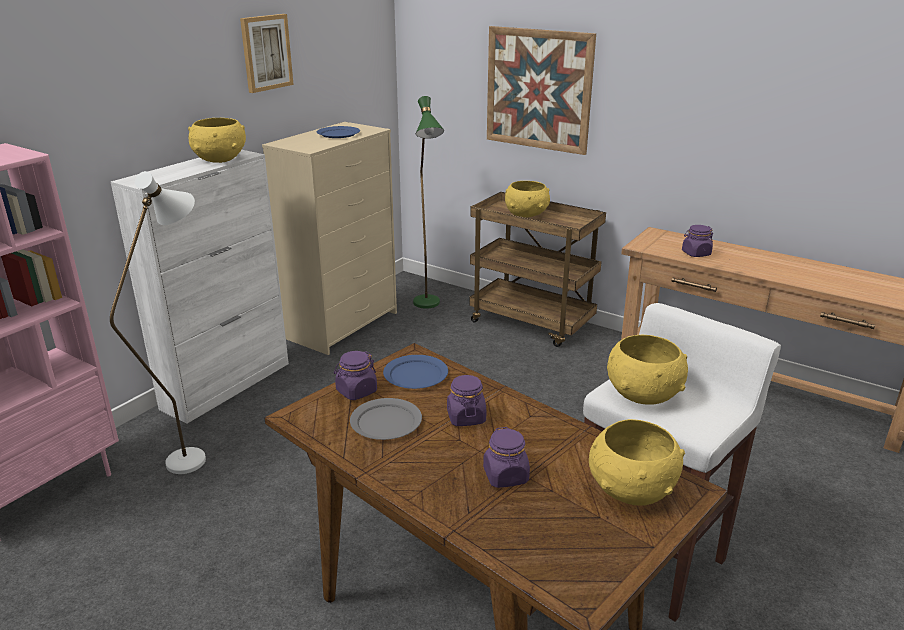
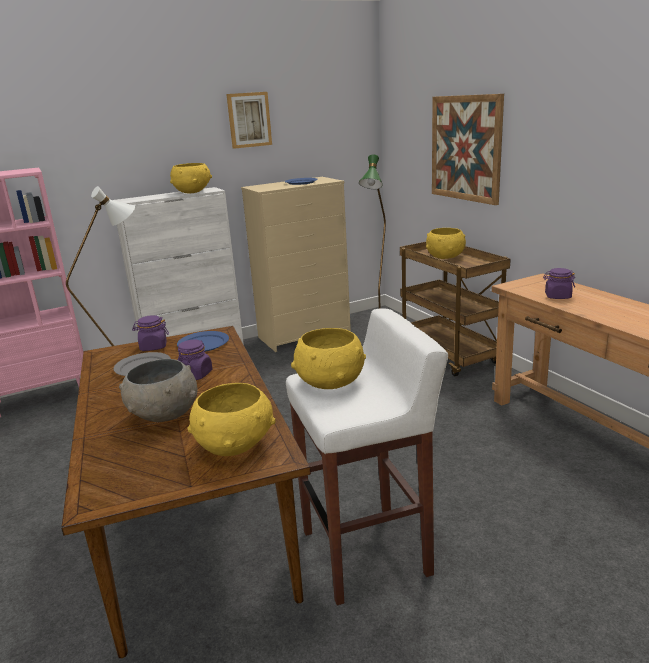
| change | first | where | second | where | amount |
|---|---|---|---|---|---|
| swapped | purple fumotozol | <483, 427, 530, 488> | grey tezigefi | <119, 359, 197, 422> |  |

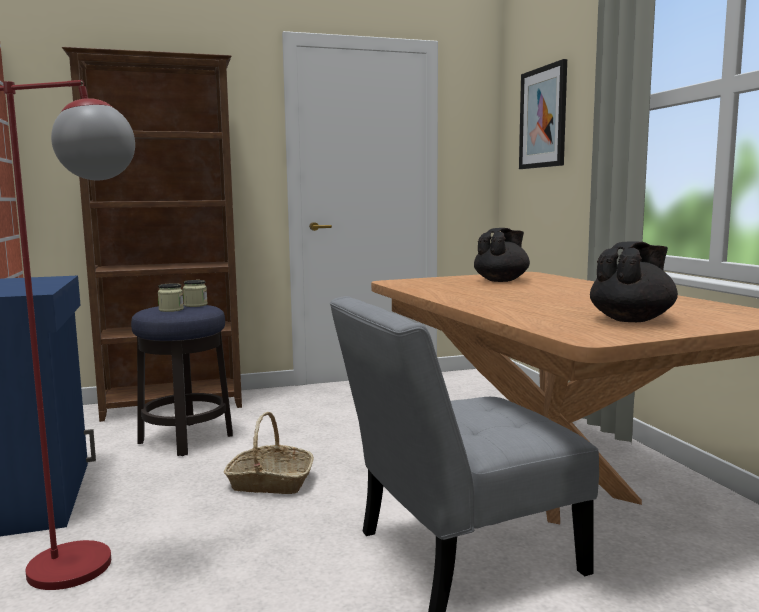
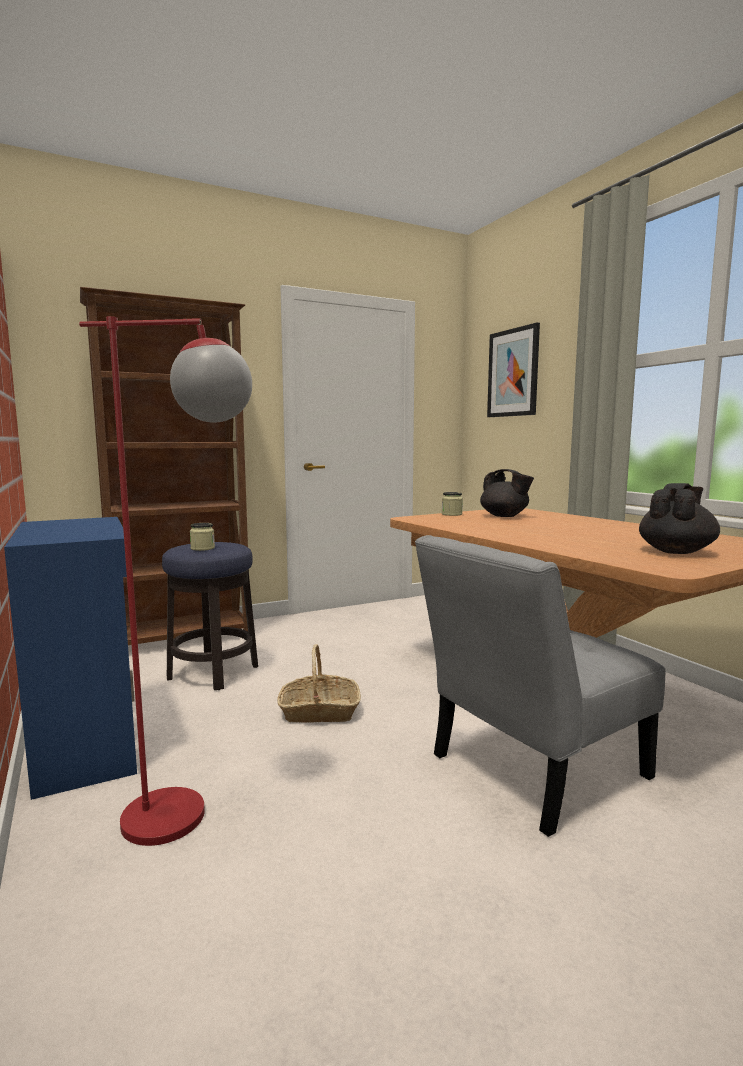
| change | first | where | second | where | amount |
|---|---|---|---|---|---|
| rotated | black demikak | <474, 228, 530, 282> |  | <480, 469, 534, 517> | 105 degrees clockwise |
| shifted | fumotozol | <183, 280, 208, 307> |  | <442, 492, 463, 516> |  |

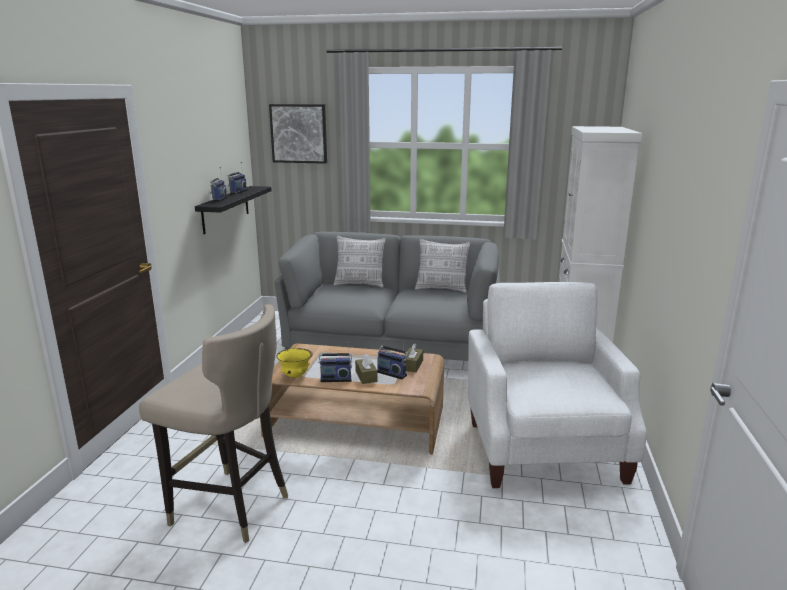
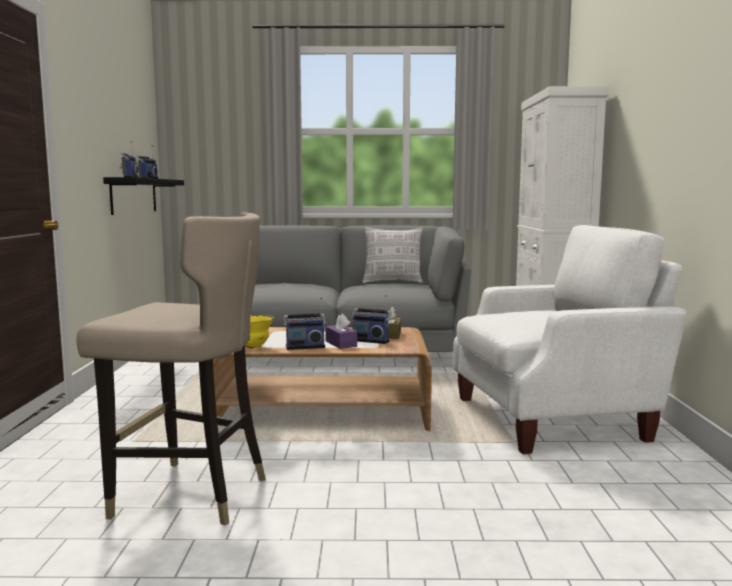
| change | first | where | second | where | amount |
|---|---|---|---|---|---|
| gone | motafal | <269, 104, 327, 164> |  |  |  |
| gone | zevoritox | <334, 236, 386, 288> |  |  |  |
| rotated | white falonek | <468, 282, 647, 488> |  | <453, 225, 687, 454> | 90 degrees clockwise |
| repainted | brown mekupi | <355, 353, 378, 384> | purple mekupi | <325, 314, 357, 349> |  |

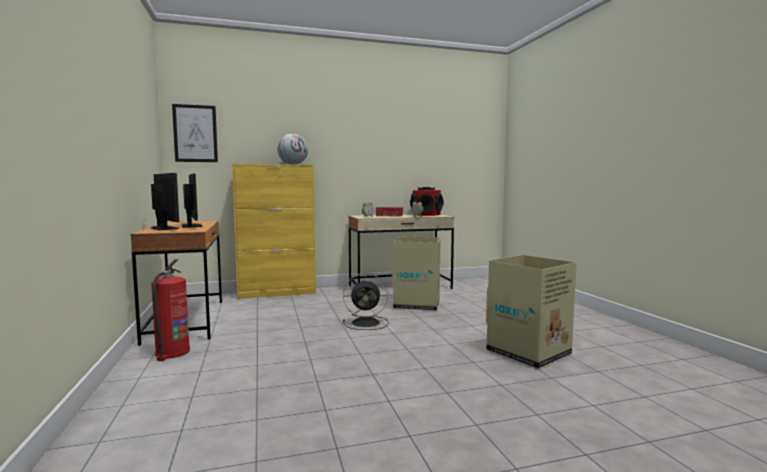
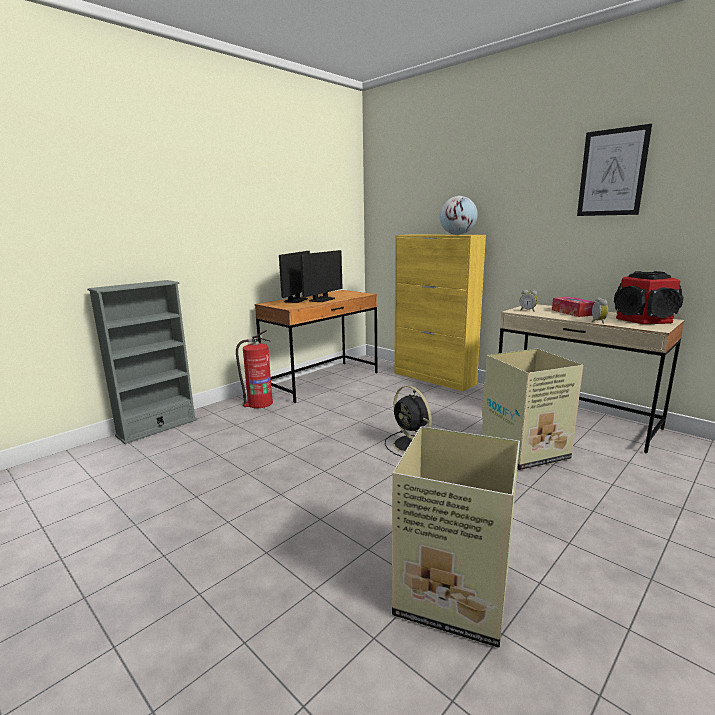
| change | first | where | second | where | amount |
|---|---|---|---|---|---|
| shifted | motafal | <172, 104, 218, 162> |  | <577, 124, 652, 216> |  |
| new |  |  | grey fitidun | <87, 280, 197, 444> |  |

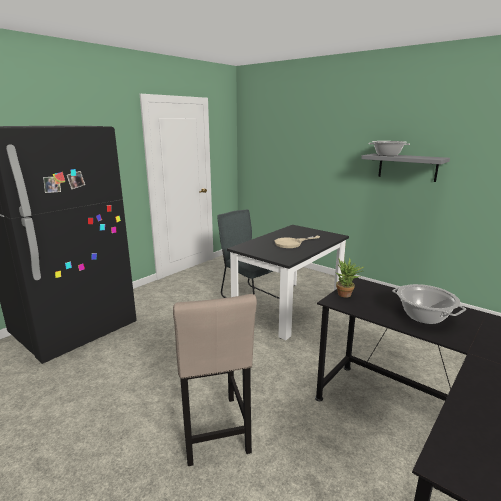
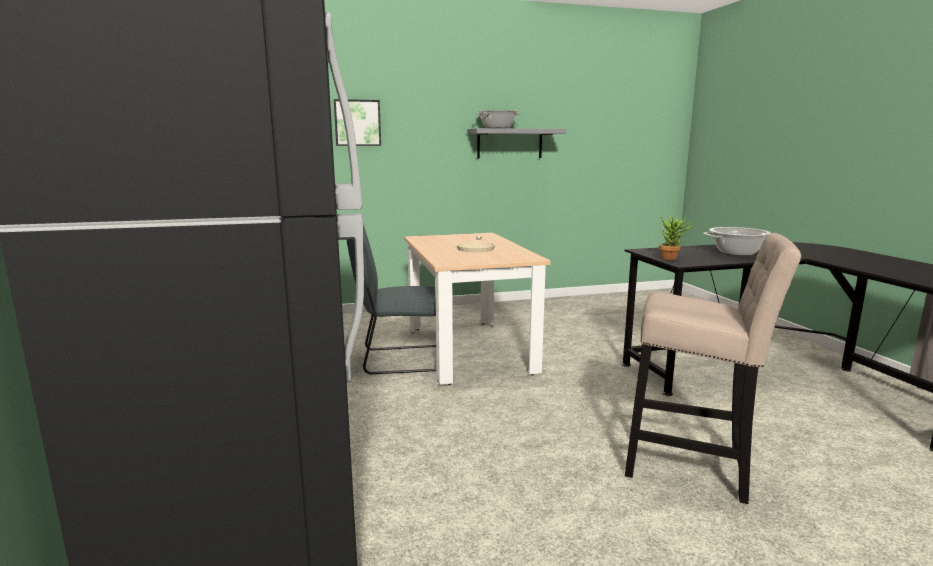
| change | first | where | second | where | amount |
|---|---|---|---|---|---|
| repainted | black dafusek | <227, 225, 349, 340> | beige dafusek | <404, 233, 551, 385> |  |
| new |  |  | motafal | <334, 99, 381, 146> |  |

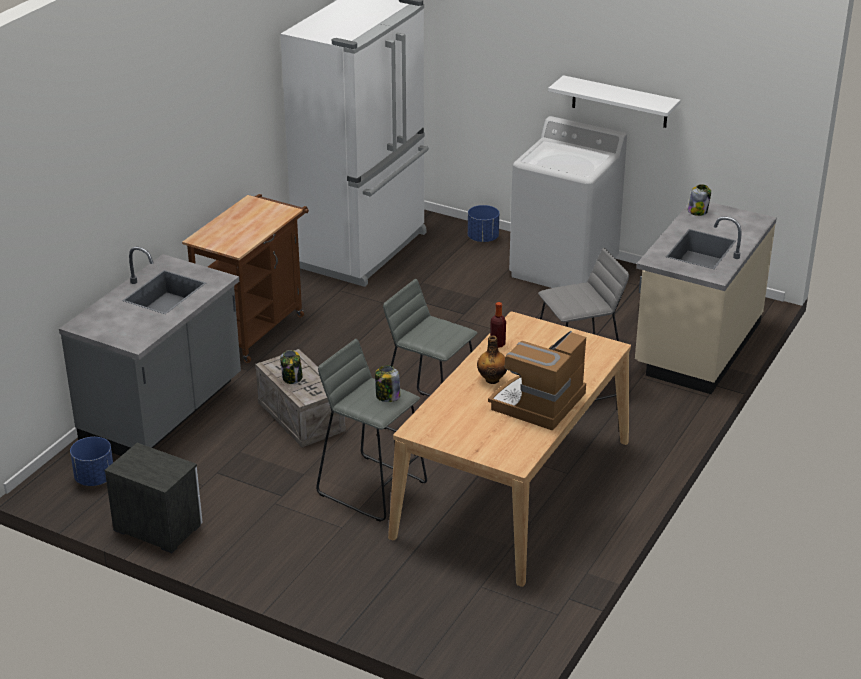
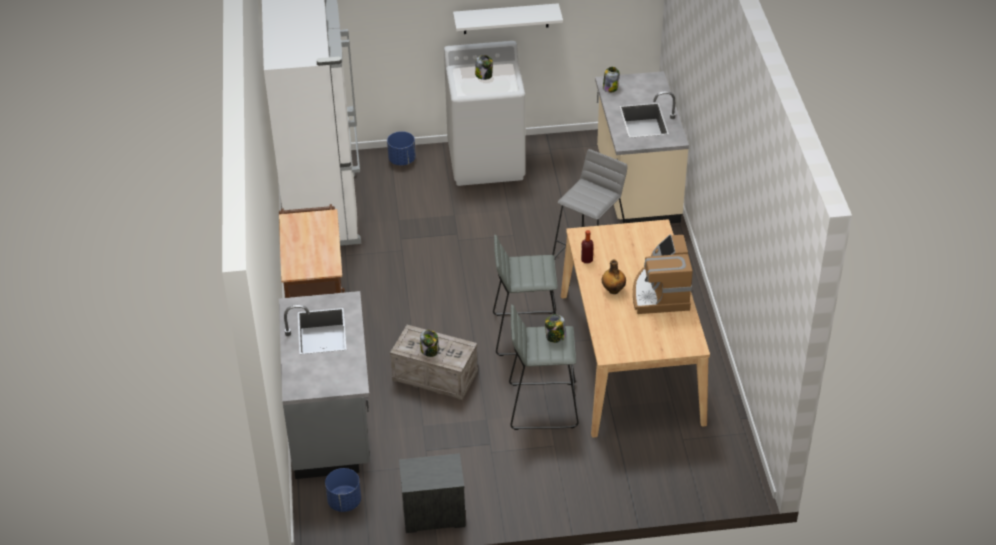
| change | first | where | second | where | amount |
|---|---|---|---|---|---|
| new |  |  | fumotozol | <475, 55, 493, 80> |  |

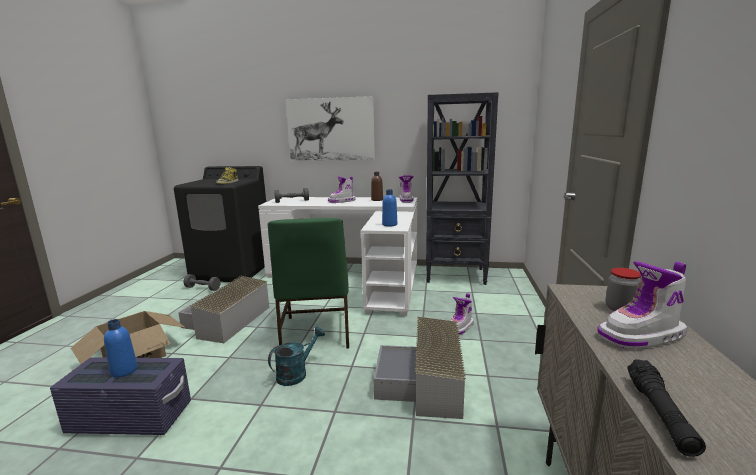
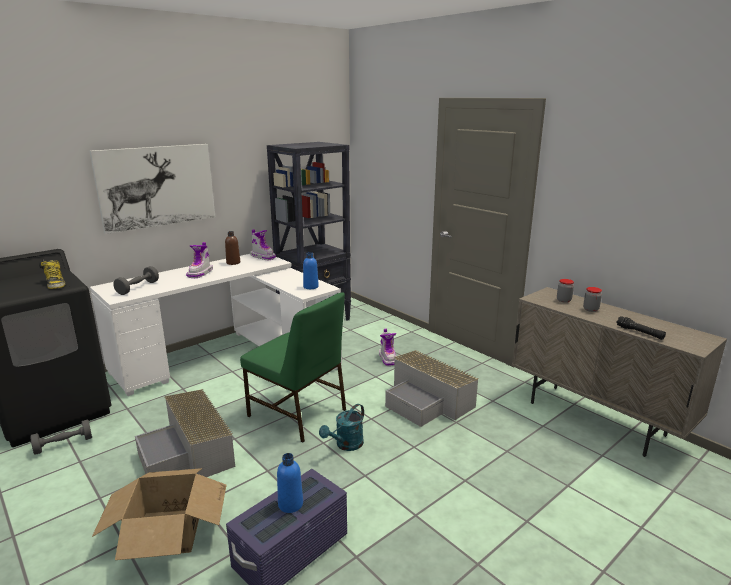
| change | first | where | second | where | amount |
|---|---|---|---|---|---|
| swapped | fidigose | <597, 261, 687, 349> | fumotozol | <583, 287, 602, 312> |  |
| rotated | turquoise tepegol | <268, 327, 325, 386> |  | <319, 404, 364, 451> | 135 degrees counterclockwise |

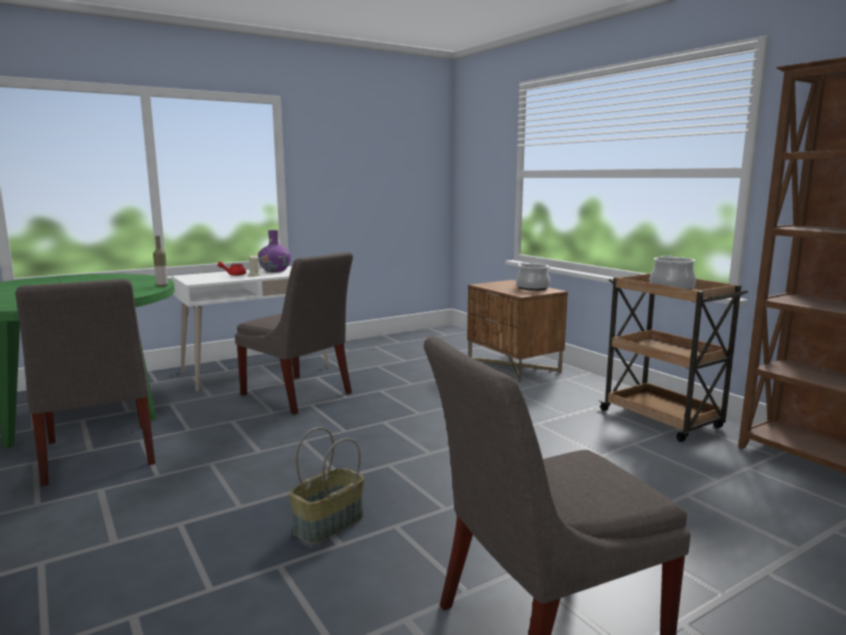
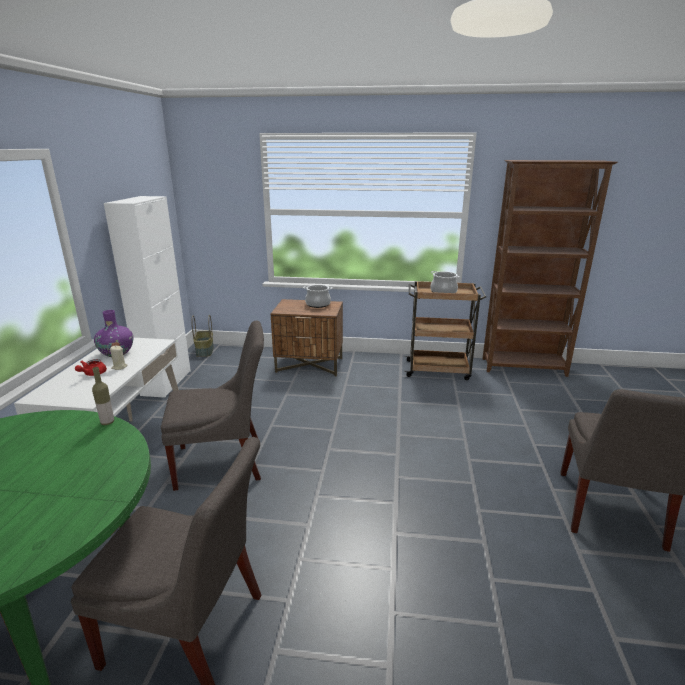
| change | first | where | second | where | amount |
|---|---|---|---|---|---|
| shifted | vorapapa | <289, 427, 364, 544> |  | <192, 315, 214, 357> |  |
| new |  |  | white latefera | <104, 196, 191, 398> |  |

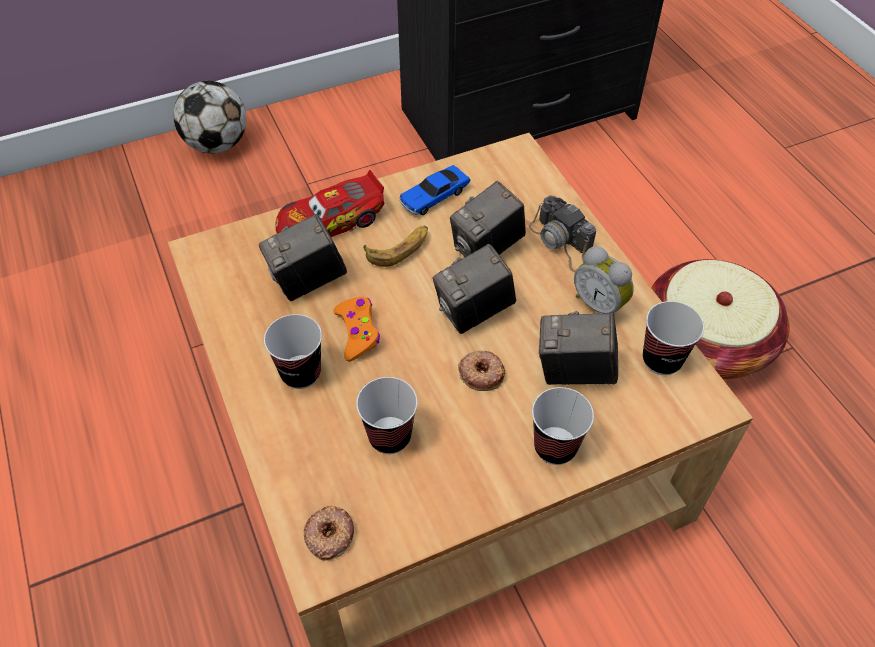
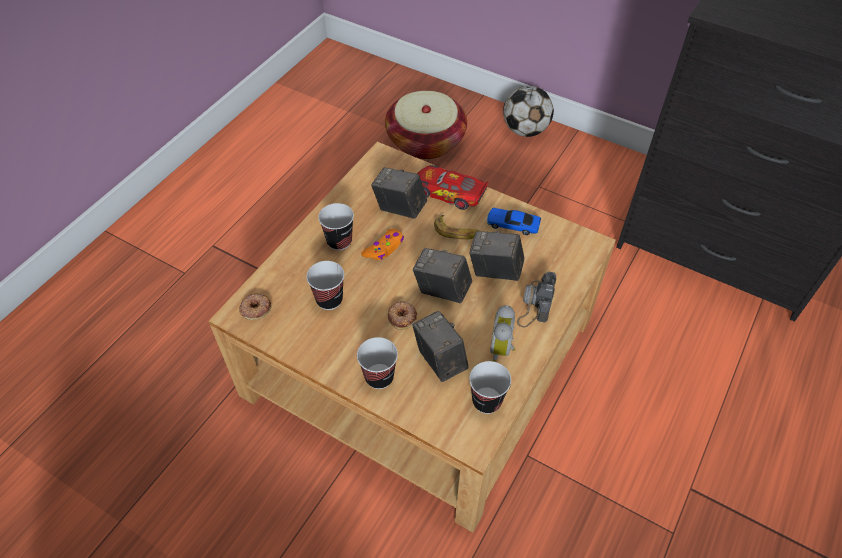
| change | first | where | second | where | amount |
|---|---|---|---|---|---|
| shifted | vorapapa | <651, 259, 790, 379> |  | <385, 91, 467, 159> |  |

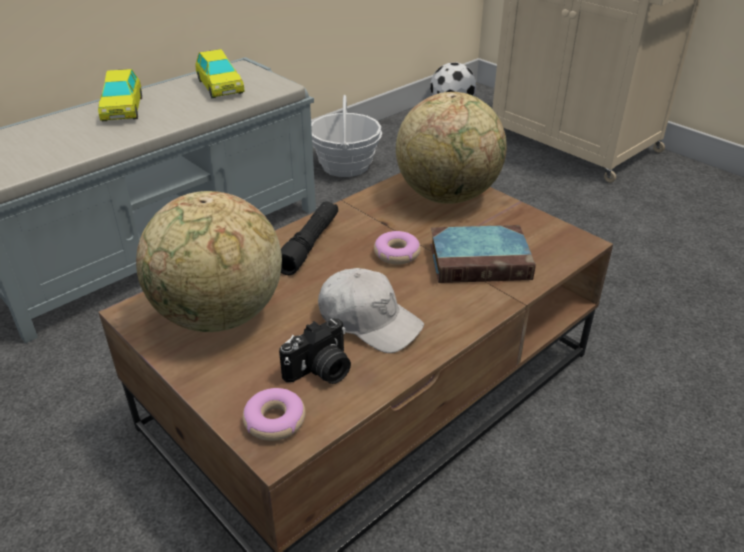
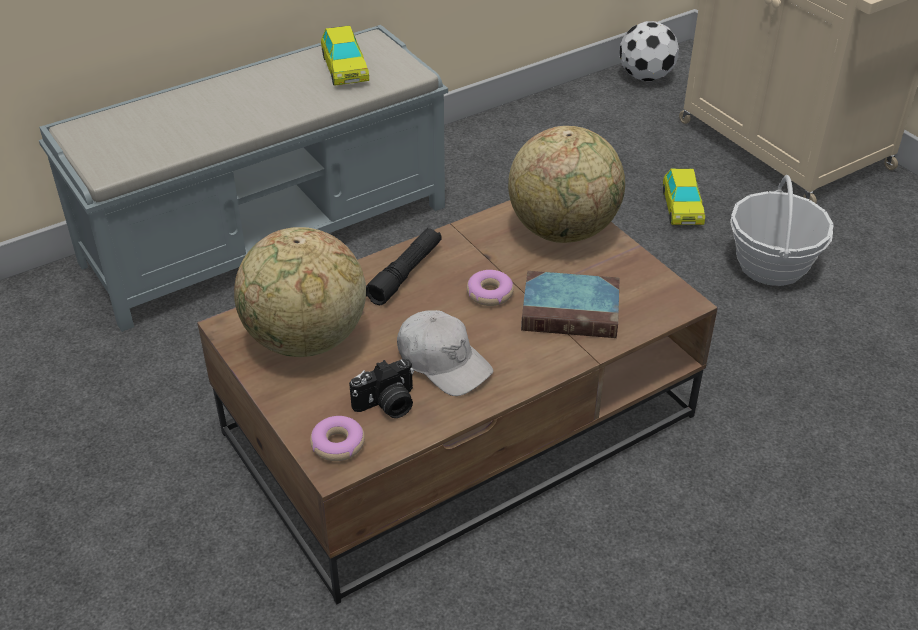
| change | first | where | second | where | amount |
|---|---|---|---|---|---|
| shifted | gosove | <98, 69, 142, 121> |  | <663, 169, 705, 225> |  |
| shifted | vorapapa | <311, 95, 382, 177> |  | <730, 175, 834, 286> |  |

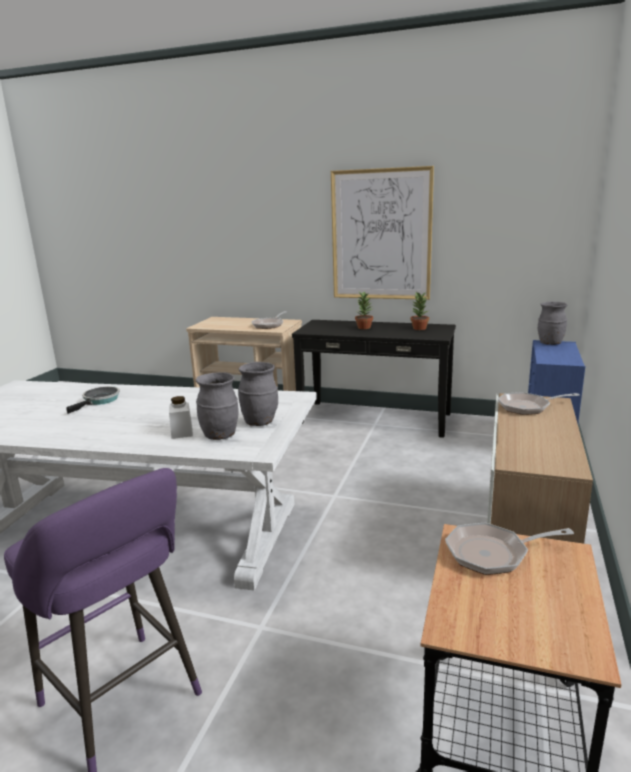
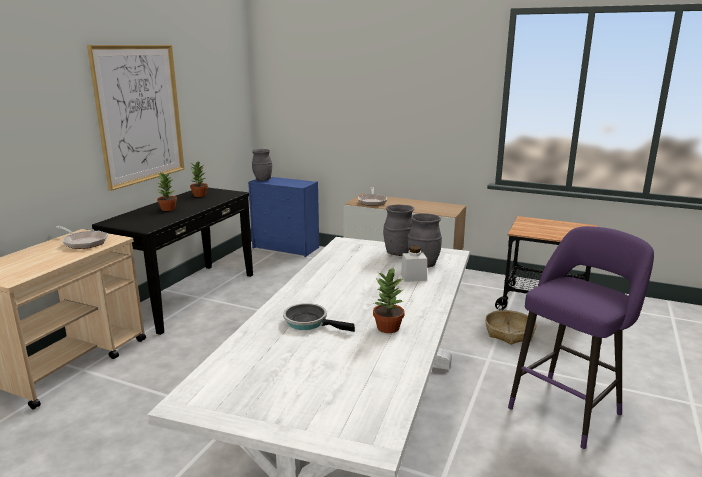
| change | first | where | second | where | amount |
|---|---|---|---|---|---|
| gone | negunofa | <445, 523, 574, 575> |  |  |  |
| new |  |  | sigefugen | <373, 267, 405, 333> |  |
| new |  |  | vorapapa | <485, 310, 537, 345> |  |

